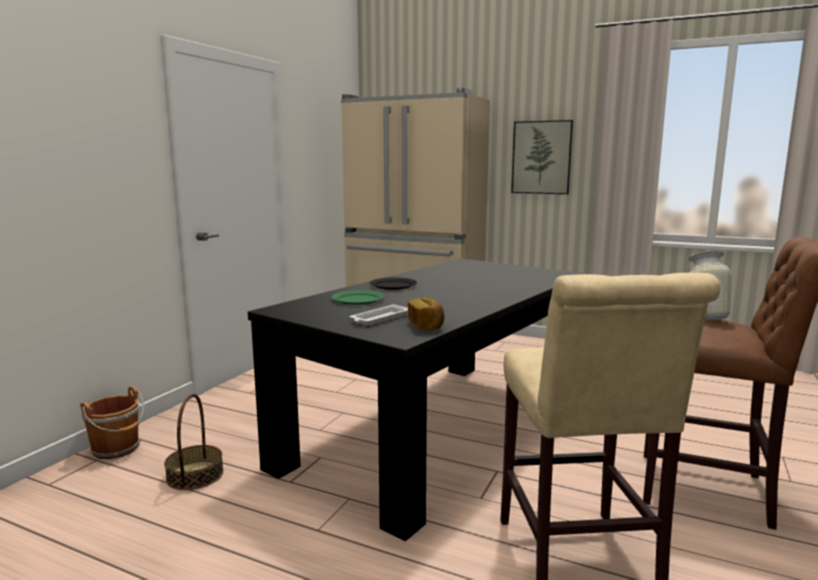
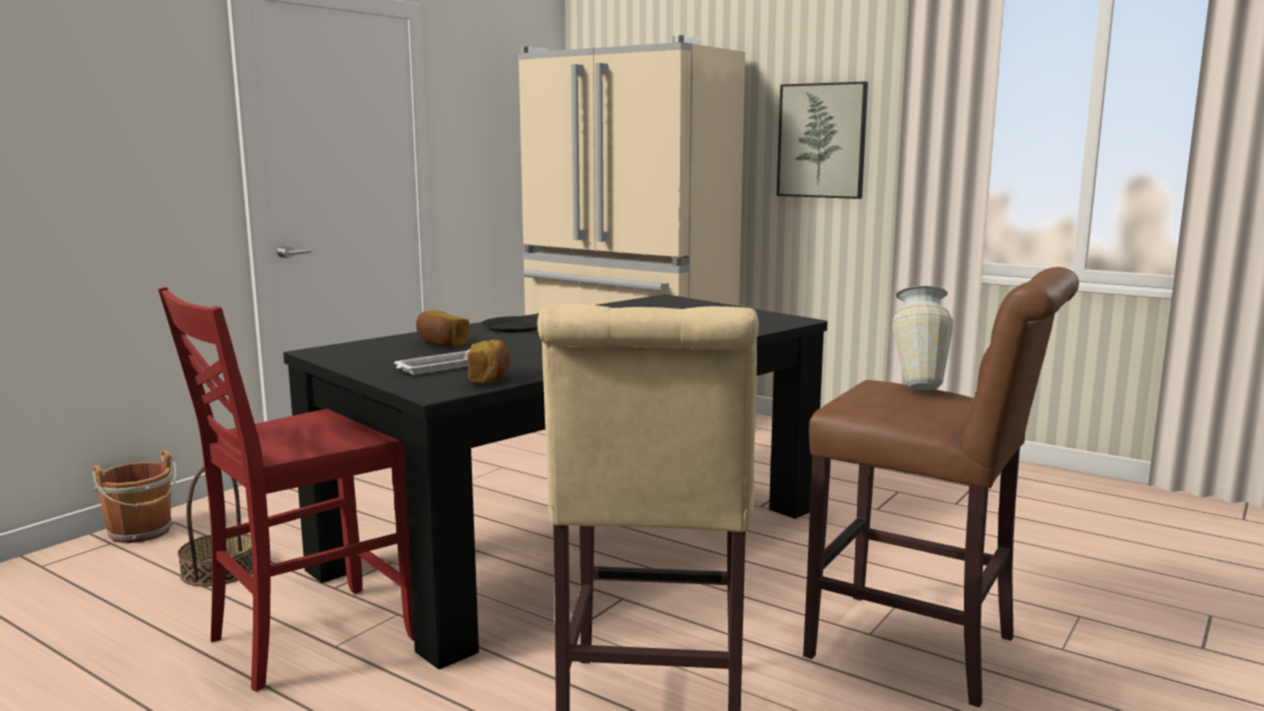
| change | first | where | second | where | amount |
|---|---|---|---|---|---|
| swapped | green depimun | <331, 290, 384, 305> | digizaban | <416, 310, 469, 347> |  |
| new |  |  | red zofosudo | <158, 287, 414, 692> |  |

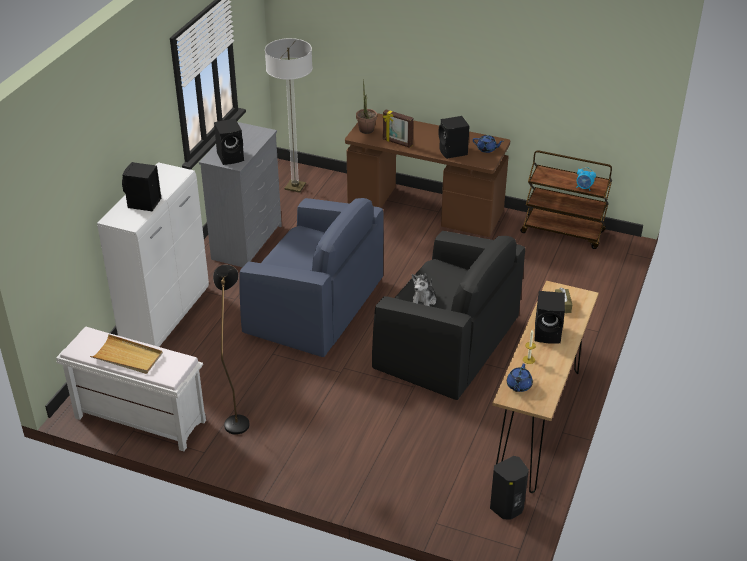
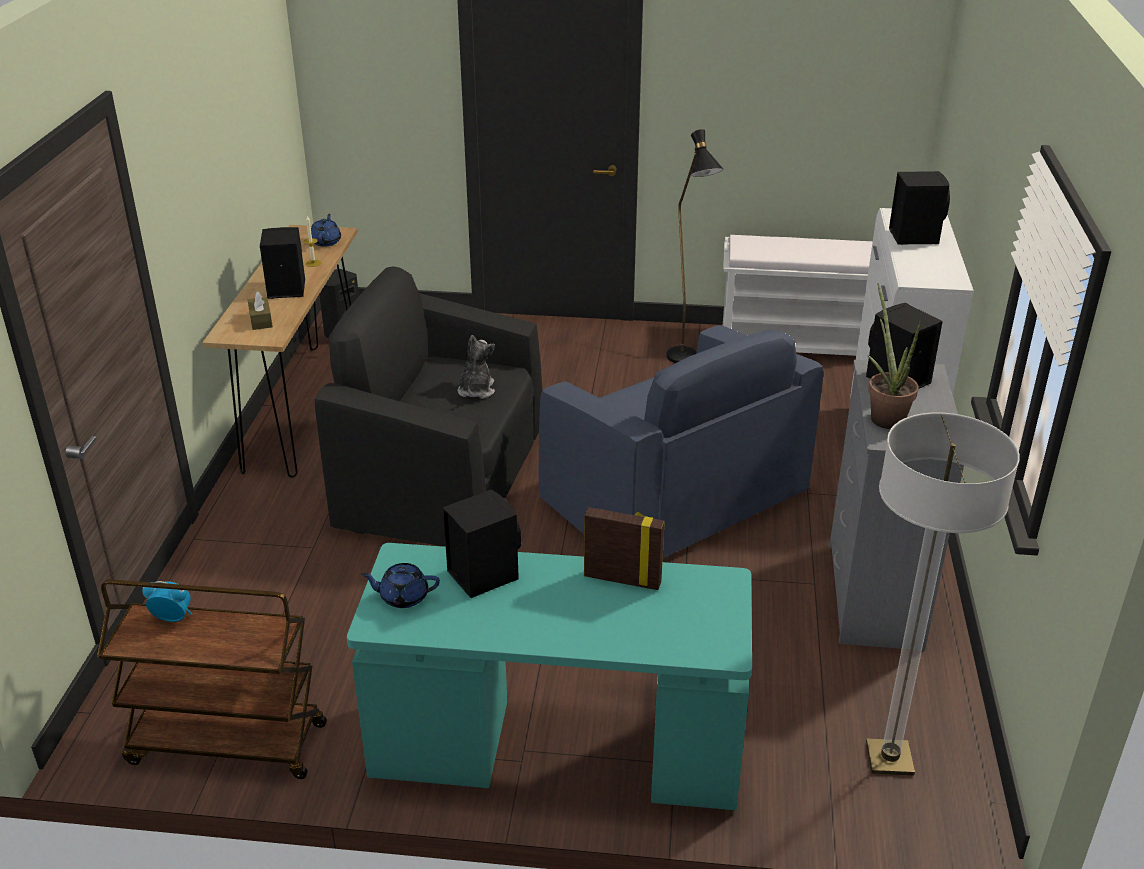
| change | first | where | second | where | amount |
|---|---|---|---|---|---|
| shifted | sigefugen | <356, 79, 377, 134> |  | <867, 283, 921, 429> |  |
| repainted | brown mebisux | <345, 113, 510, 237> | turquoise mebisux | <347, 543, 752, 810> |  |
| rotated | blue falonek | <239, 198, 383, 357> |  | <539, 325, 823, 558> | 135 degrees counterclockwise |
| gone | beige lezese | <90, 334, 163, 374> |  |  |  |

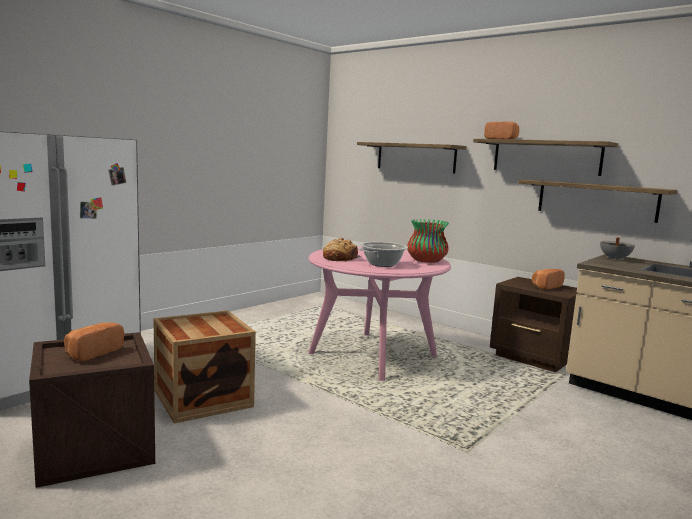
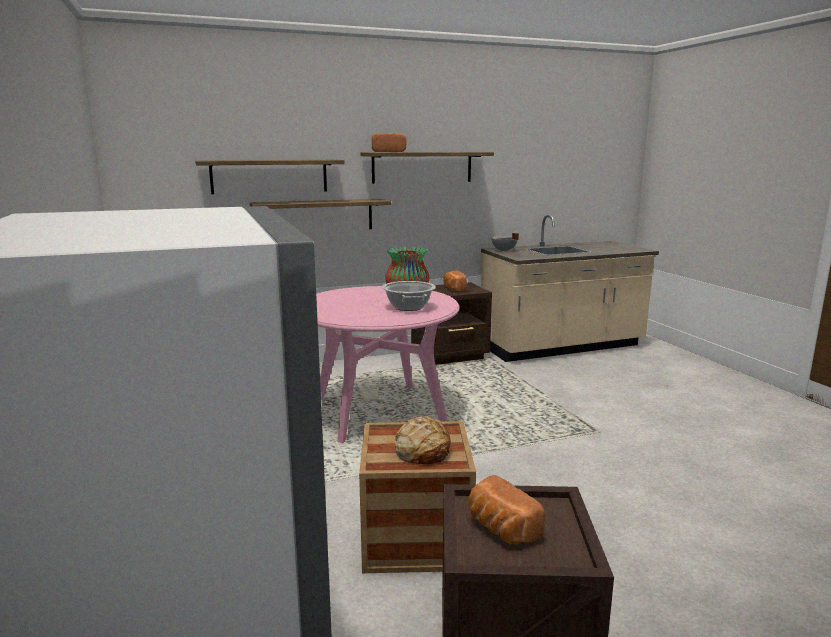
| change | first | where | second | where | amount |
|---|---|---|---|---|---|
| shifted | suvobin | <518, 180, 678, 223> |  | <250, 199, 391, 229> |  |
| shifted | digizaban | <323, 238, 363, 262> |  | <395, 416, 451, 464> |  |

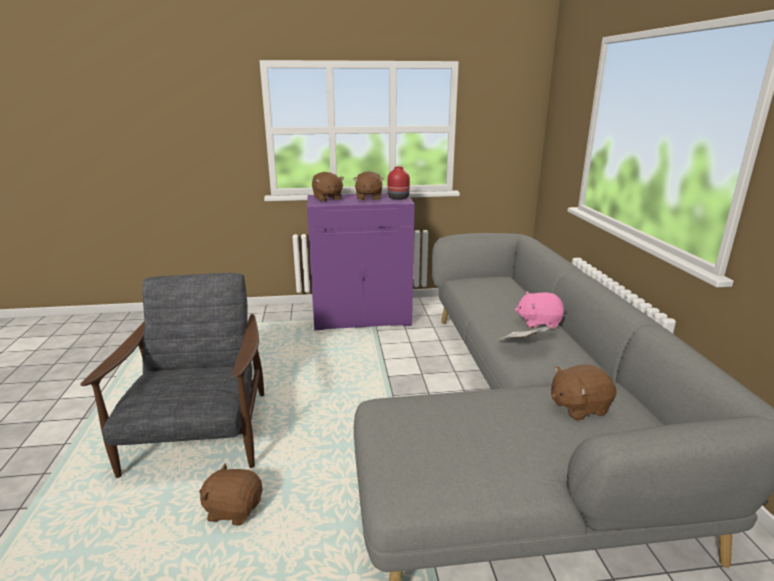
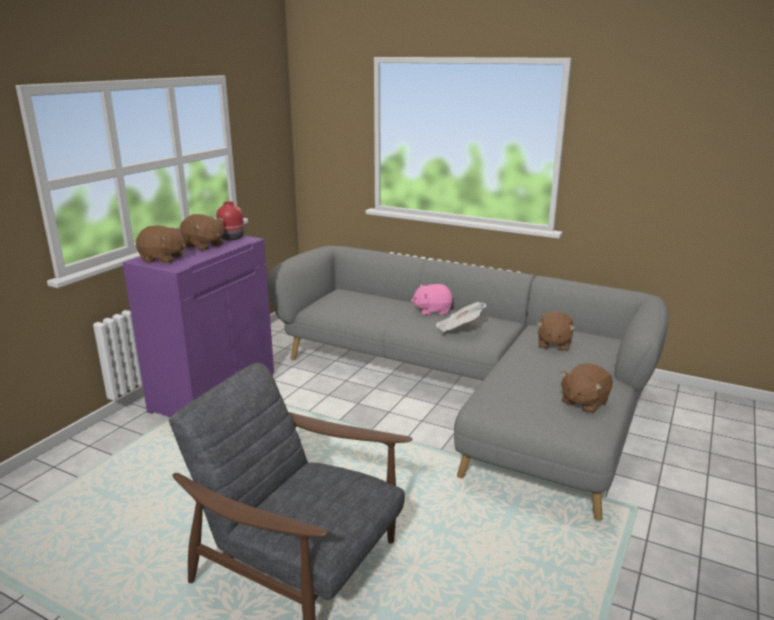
| change | first | where | second | where | amount |
|---|---|---|---|---|---|
| rotated | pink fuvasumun | <515, 291, 564, 329> |  | <411, 284, 453, 316> | 45 degrees clockwise |
| shifted | brown fuvasumun | <199, 464, 263, 526> |  | <561, 364, 613, 413> |  |

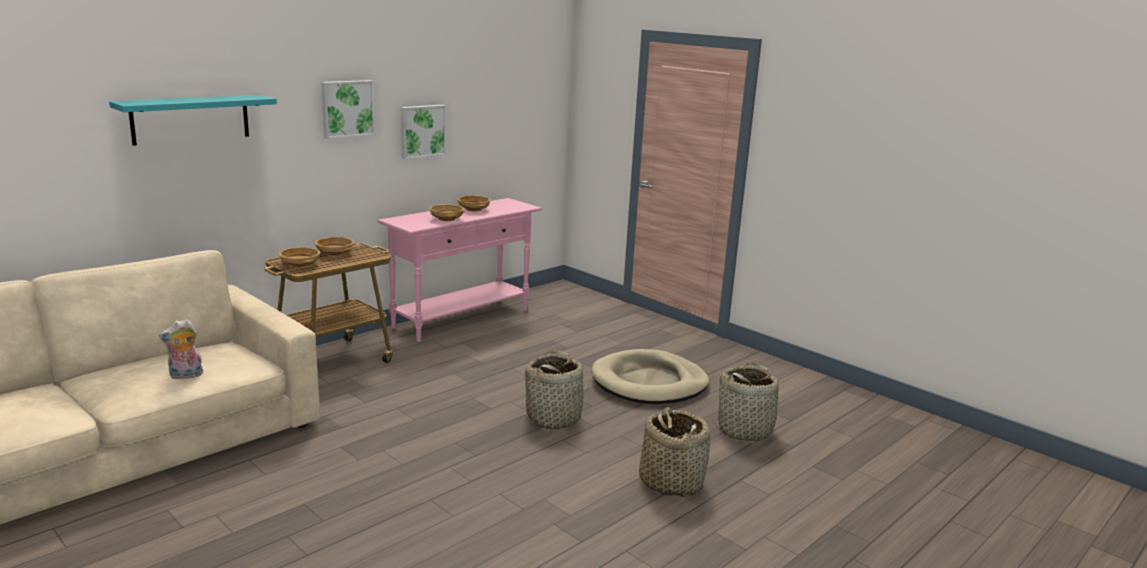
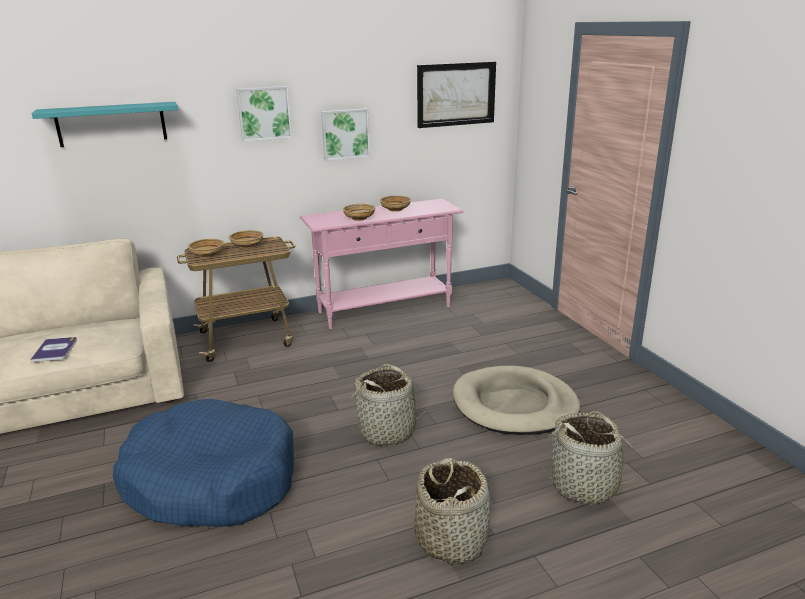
| change | first | where | second | where | amount |
|---|---|---|---|---|---|
| swapped | fuvasumun | <159, 319, 205, 379> | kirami | <30, 337, 77, 362> |  |
| new |  |  | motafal | <417, 62, 496, 128> |  |
| new |  |  | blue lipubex | <113, 399, 294, 527> |  |

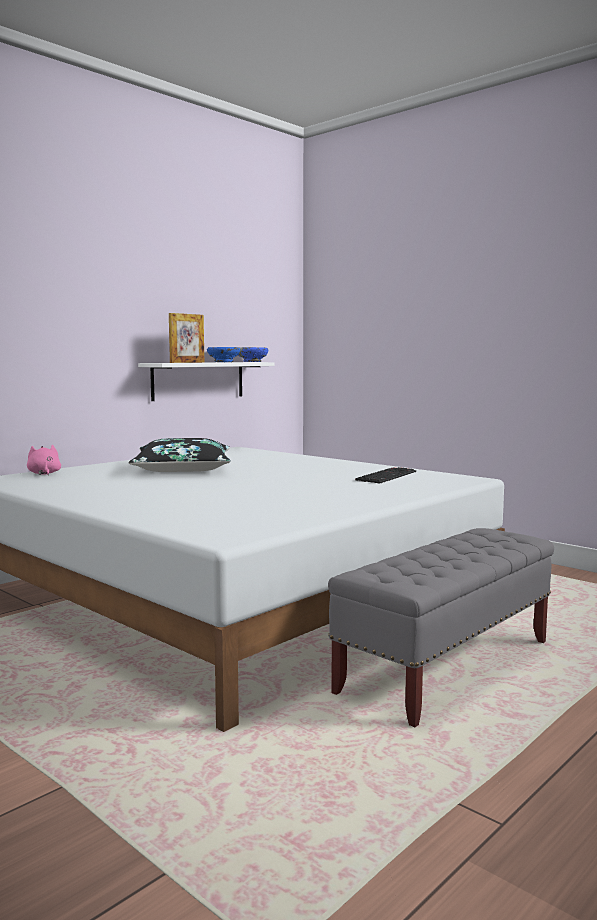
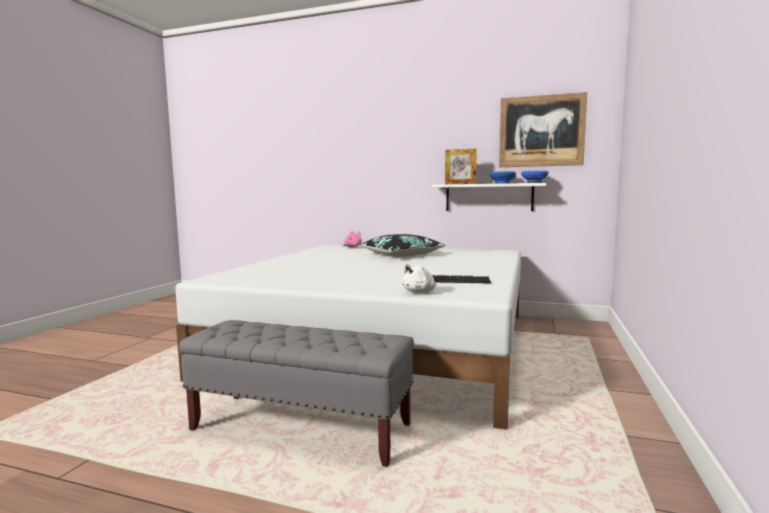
| change | first | where | second | where | amount |
|---|---|---|---|---|---|
| new |  |  | motafal | <499, 92, 587, 167> |  |
| new |  |  | white fuvasumun | <402, 264, 436, 293> |  |

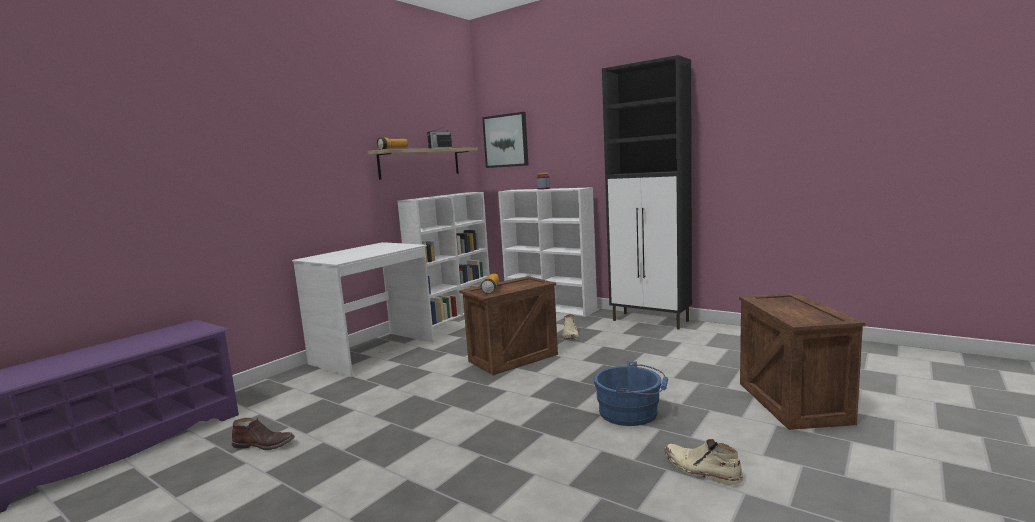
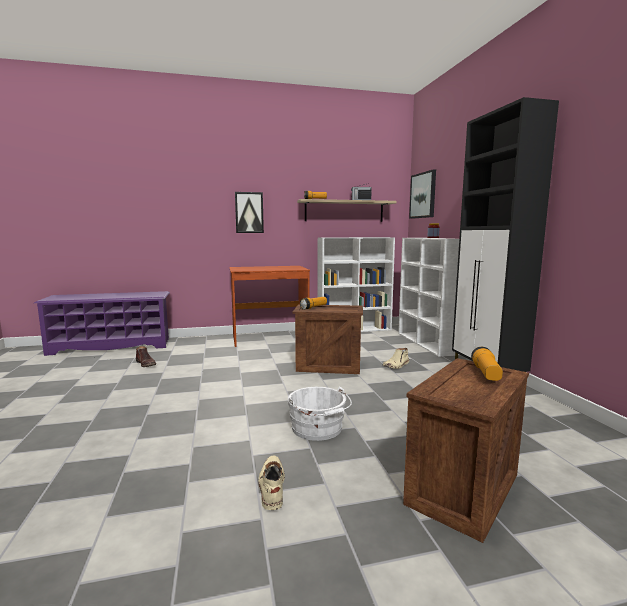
| change | first | where | second | where | amount |
|---|---|---|---|---|---|
| repainted | white mebisux | <292, 242, 434, 377> | brown mebisux | <229, 266, 310, 347> |  |
| repainted | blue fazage | <594, 361, 668, 426> | white fazage | <288, 386, 352, 441> |  |
| new |  |  | motafal | <235, 192, 264, 233> |  |
| new |  |  | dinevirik | <471, 347, 503, 381> |  |

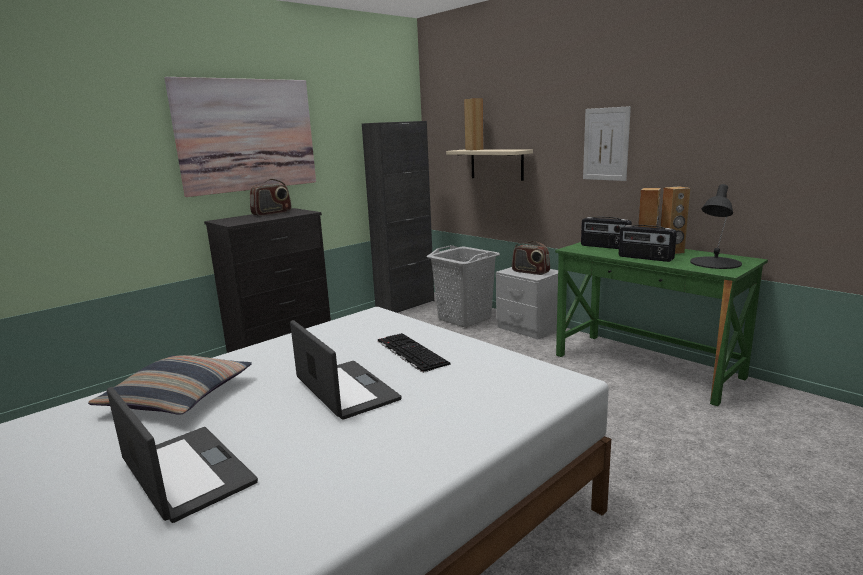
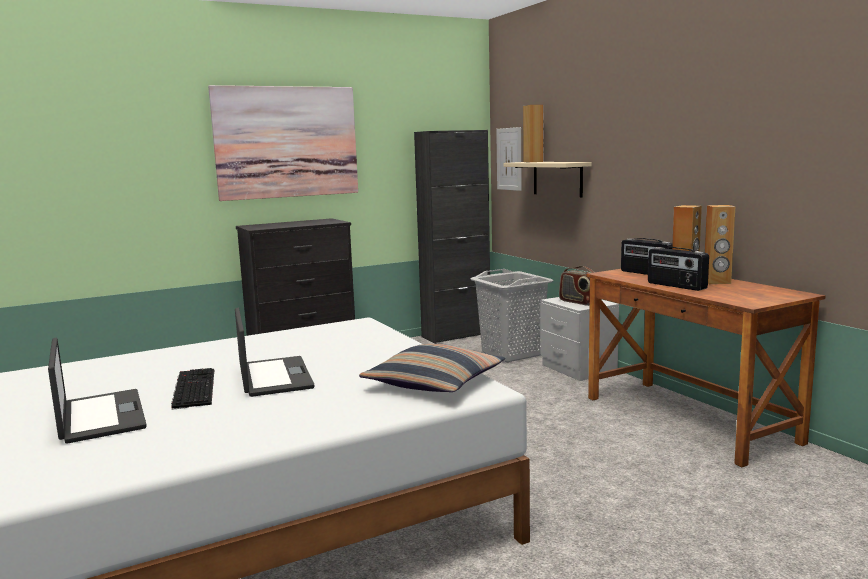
| change | first | where | second | where | amount |
|---|---|---|---|---|---|
| shifted | motafal | <583, 106, 631, 181> |  | <496, 127, 522, 191> |  |
| gone | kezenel | <250, 179, 292, 216> |  |  |  |
| gone | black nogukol | <690, 184, 742, 269> |  |  |  |
| repainted | green mebisux | <555, 242, 768, 406> | brown mebisux | <586, 269, 826, 467> |  |
| shifted | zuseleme | <378, 333, 451, 373> |  | <171, 368, 214, 410> |  |
| shifted | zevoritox | <88, 355, 252, 414> |  | <359, 344, 505, 392> |  |

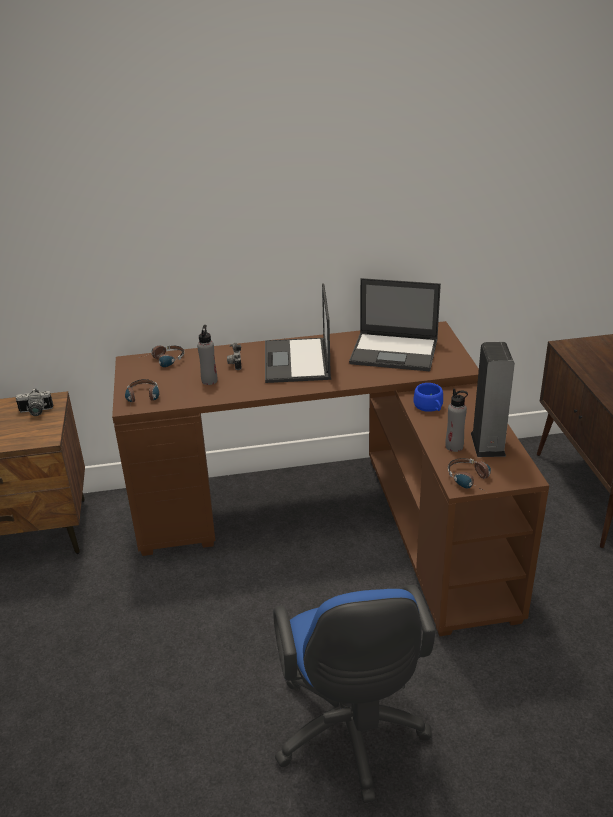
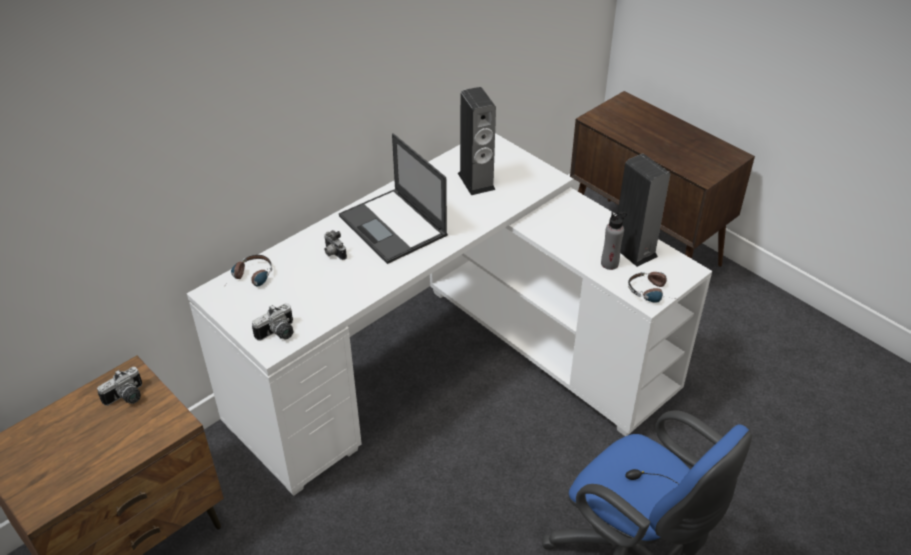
| change | first | where | second | where | amount |
|---|---|---|---|---|---|
| swapped | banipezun | <349, 278, 441, 371> | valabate | <458, 87, 496, 195> |  |
| repainted | brown mebisux | <112, 321, 549, 636> | white mebisux | <187, 133, 712, 496> |  |
| gone | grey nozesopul | <197, 325, 217, 385> |  |  |  |
| swapped | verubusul | <125, 379, 159, 402> | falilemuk | <252, 303, 293, 341> |  |
| gone | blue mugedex | <413, 383, 443, 412> |  |  |  |

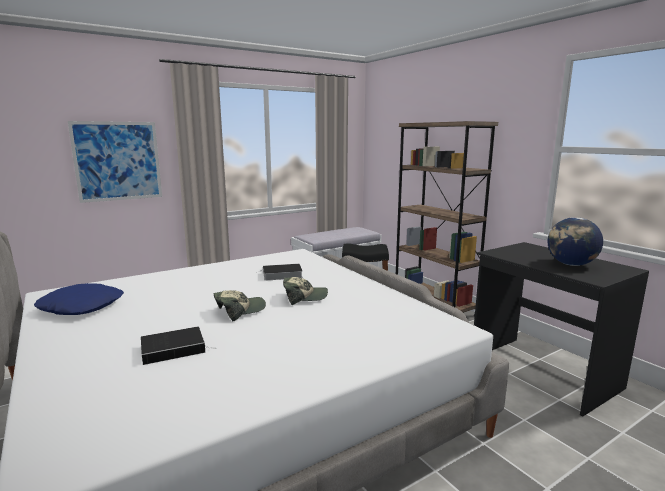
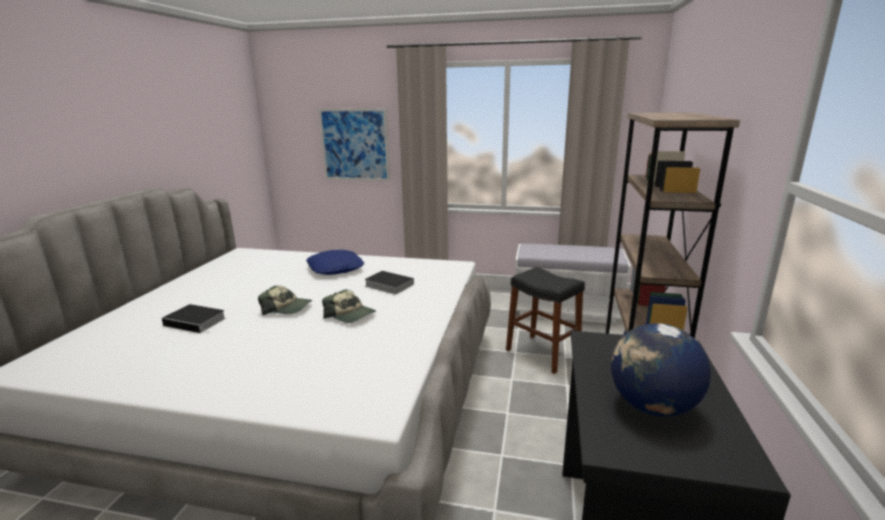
| change | first | where | second | where | amount |
|---|---|---|---|---|---|
| shifted | blue zevoritox | <34, 283, 124, 315> |  | <306, 250, 364, 275> |  |

